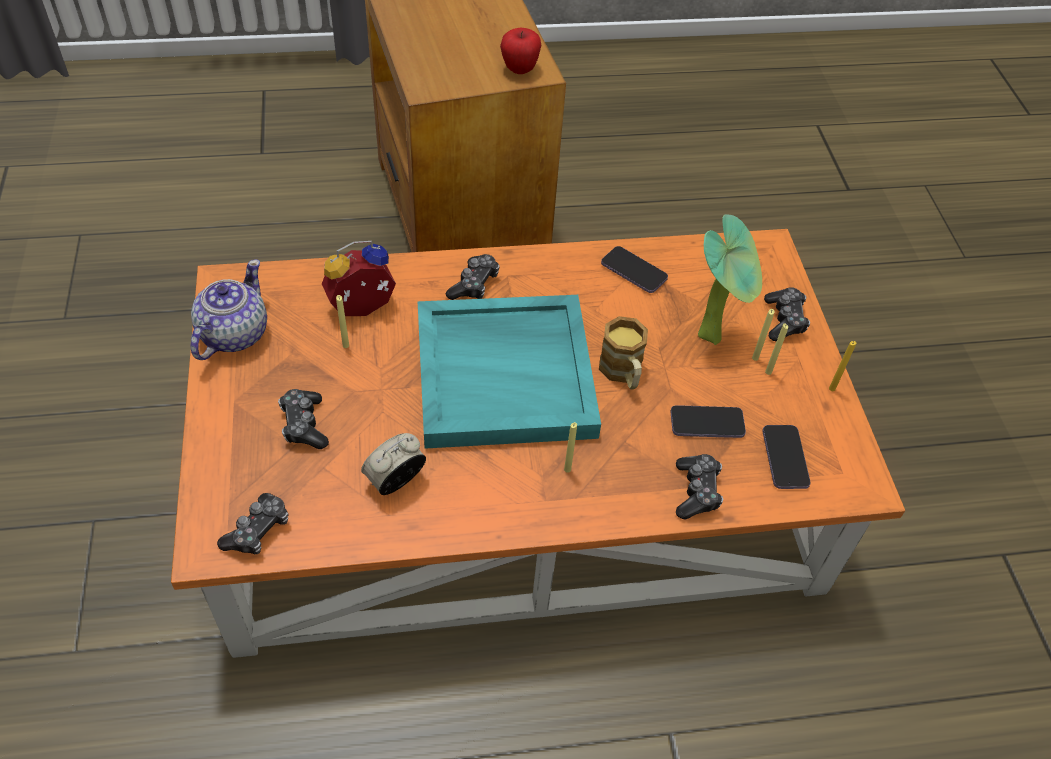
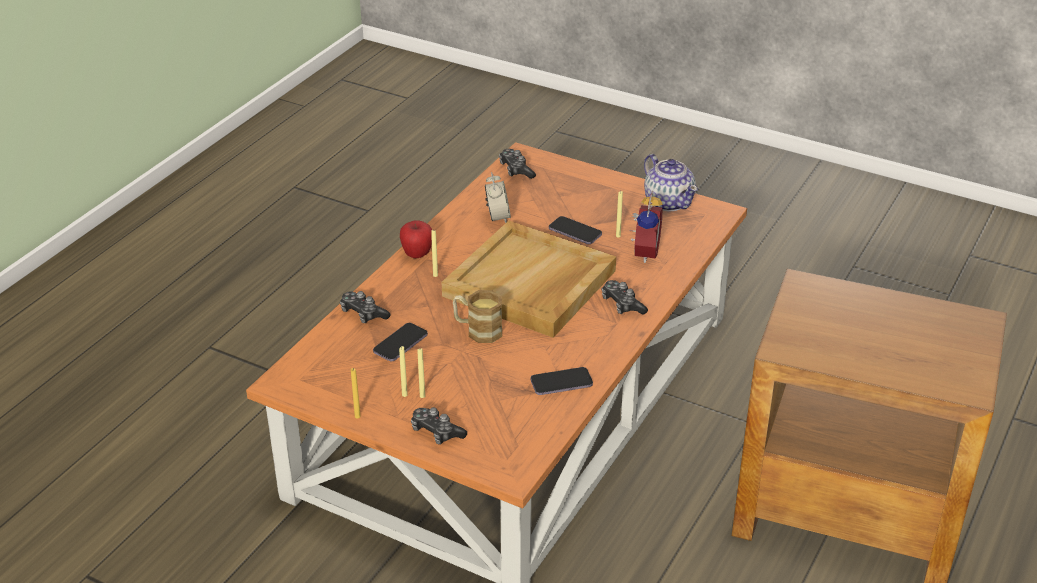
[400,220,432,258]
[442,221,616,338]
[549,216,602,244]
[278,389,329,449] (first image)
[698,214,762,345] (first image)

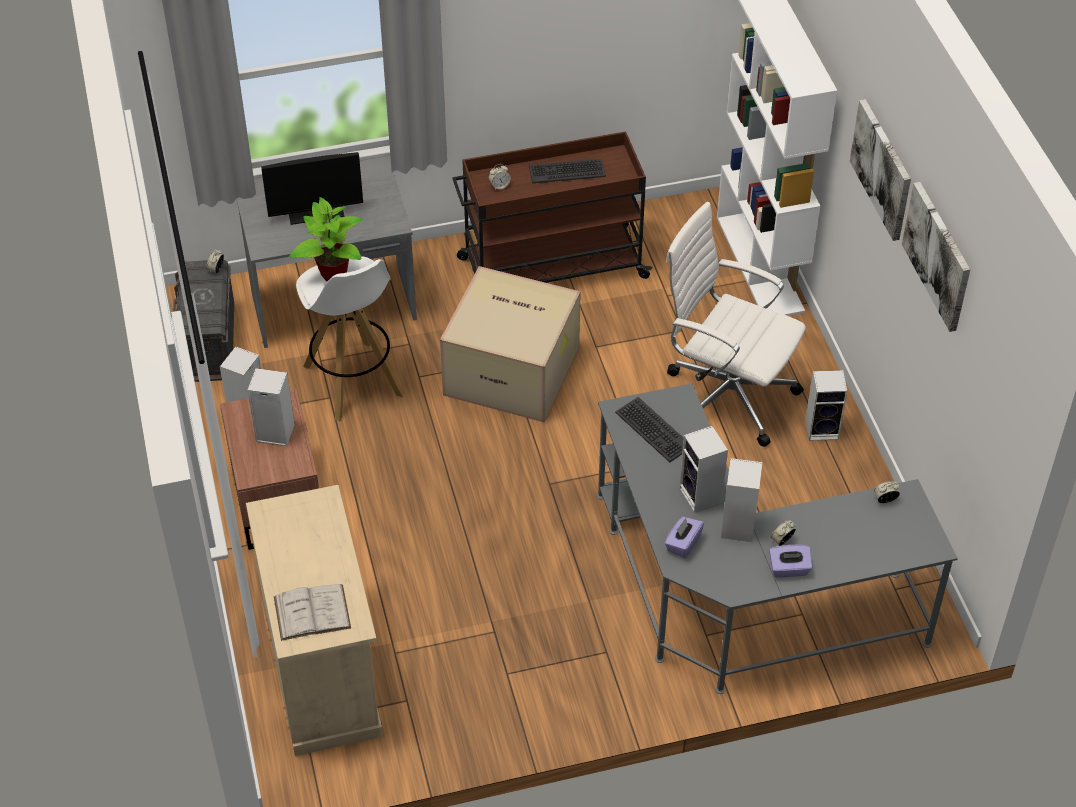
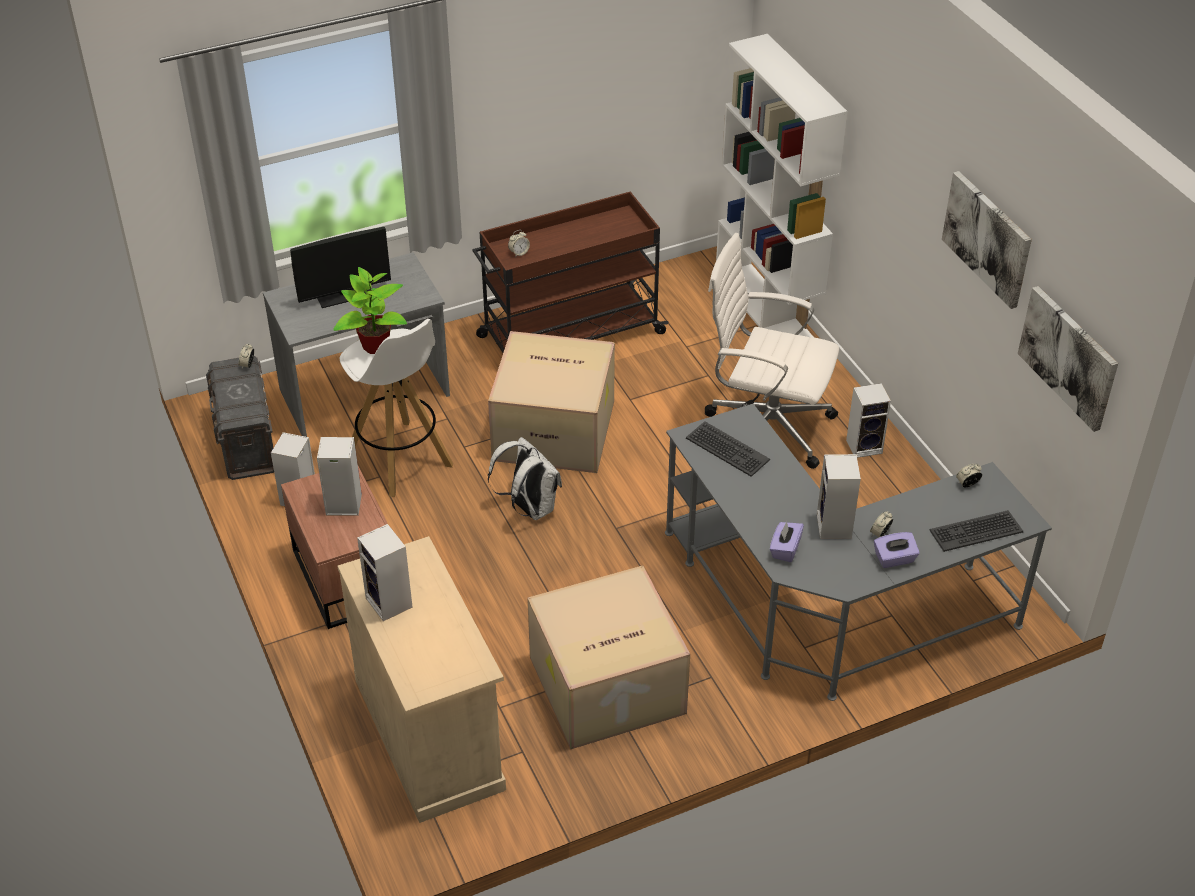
[357,524,413,621]
[488,437,562,520]
[527,565,690,749]
[930,510,1023,552]
[1018,286,1118,432]
[274,584,351,641] (first image)

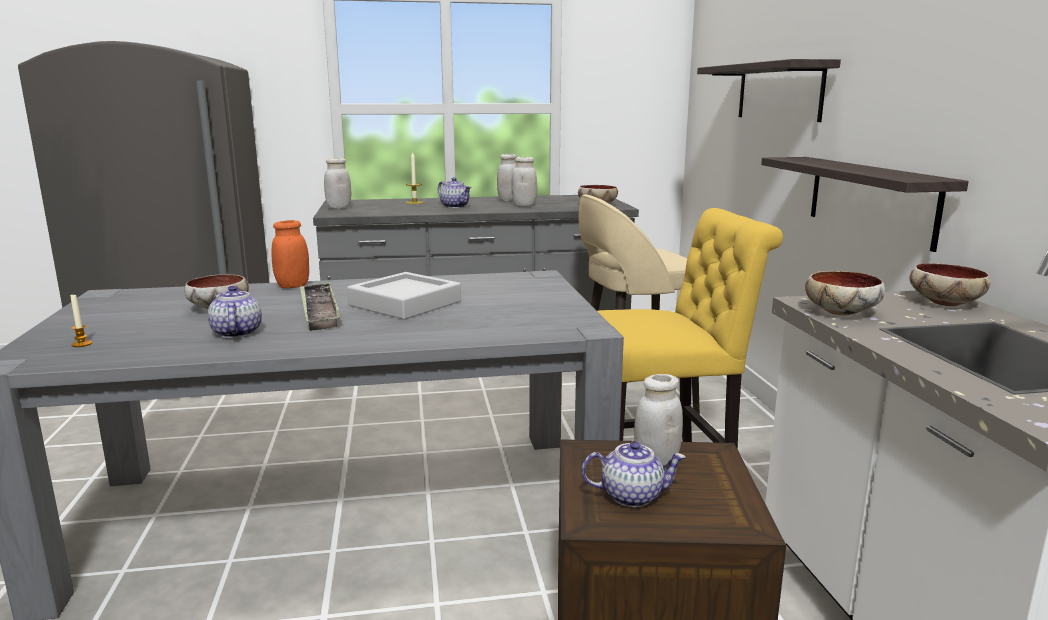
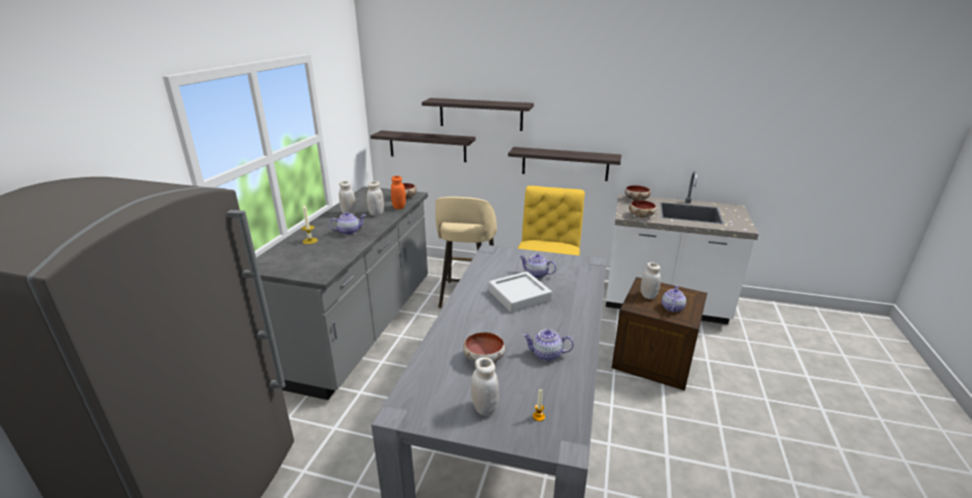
[371,131,475,162]
[391,176,406,209]
[471,357,499,416]
[520,254,556,279]
[300,283,342,331] (first image)

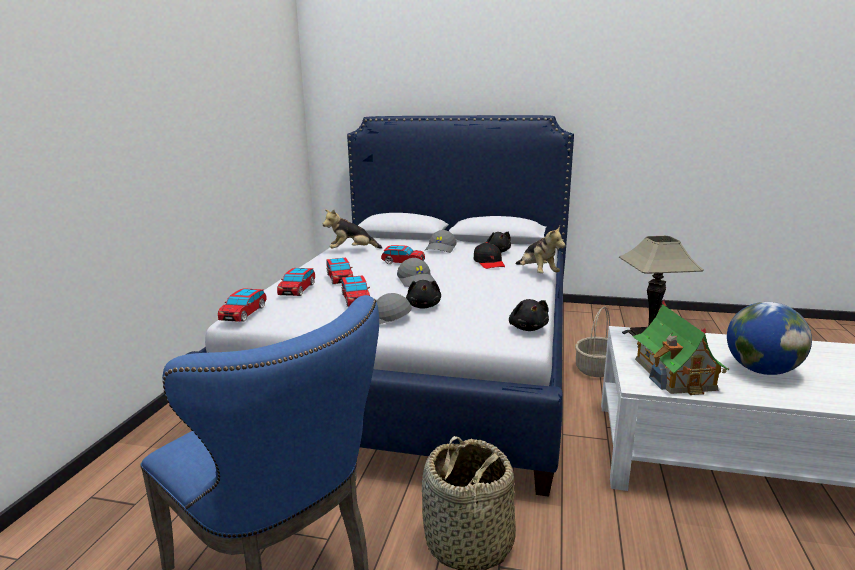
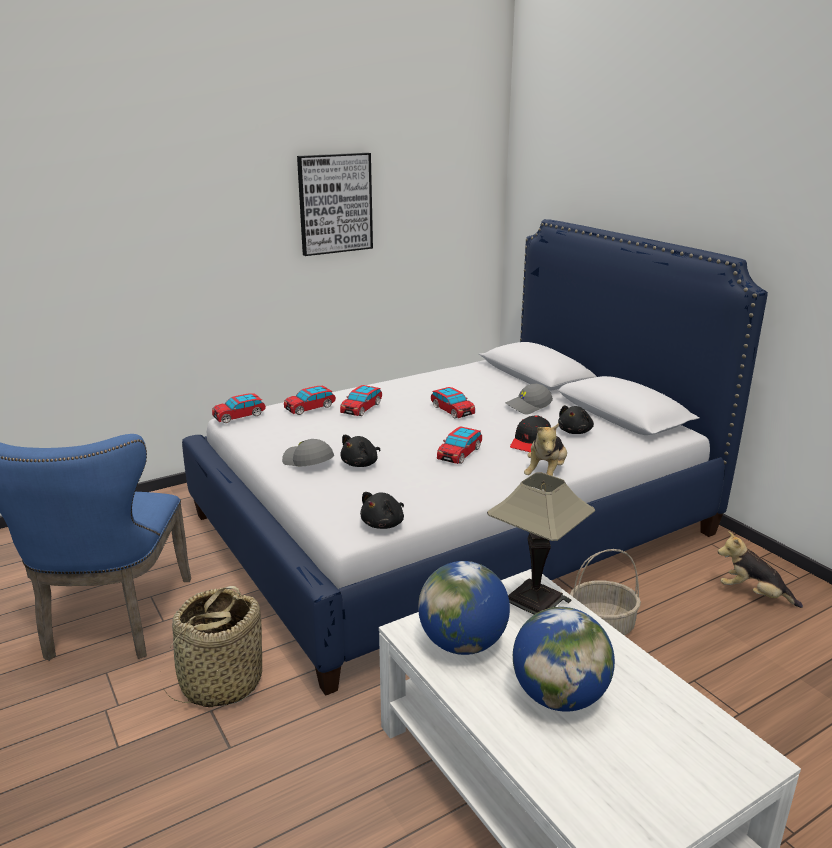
[297,153,373,256]
[418,561,510,655]
[437,426,482,464]
[718,531,803,608]
[397,258,437,287] (first image)

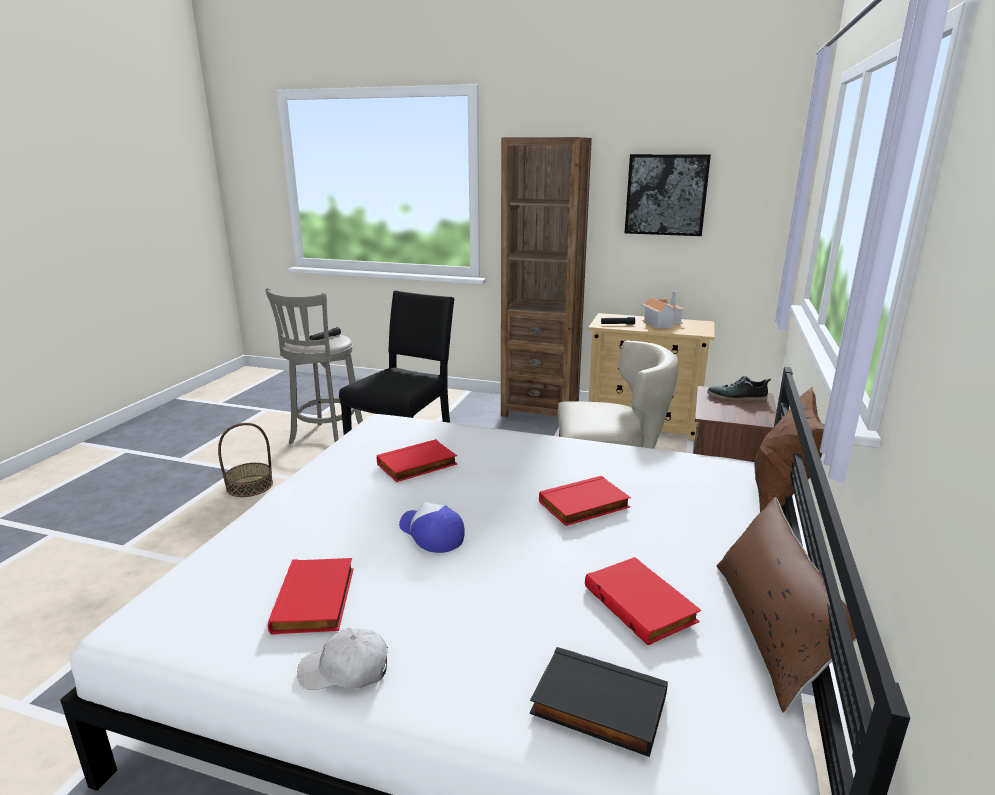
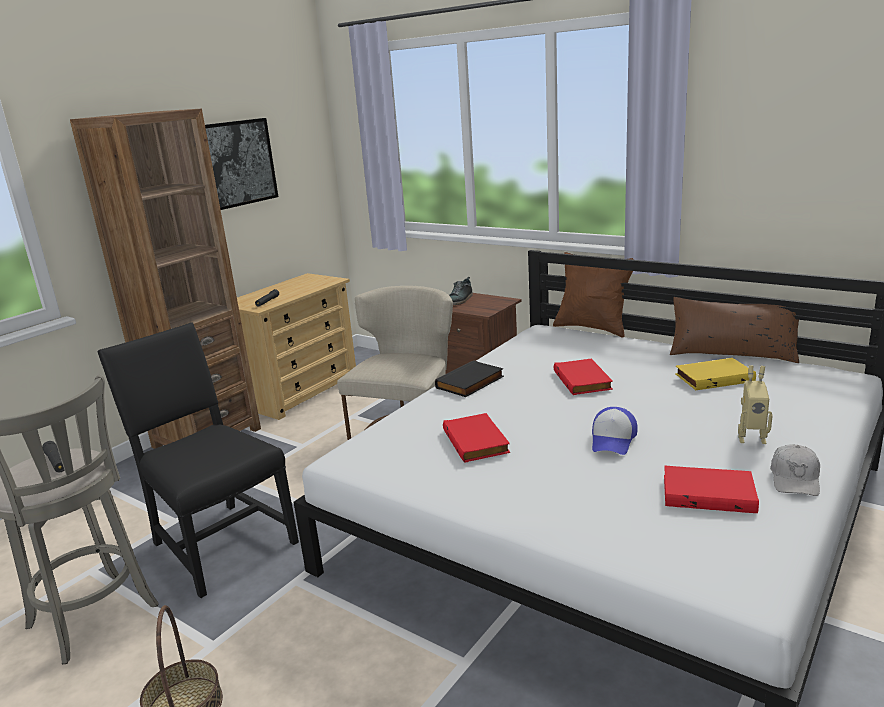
[435,360,504,397]
[592,407,638,455]
[675,358,756,390]
[738,366,773,444]
[642,291,685,329] (first image)

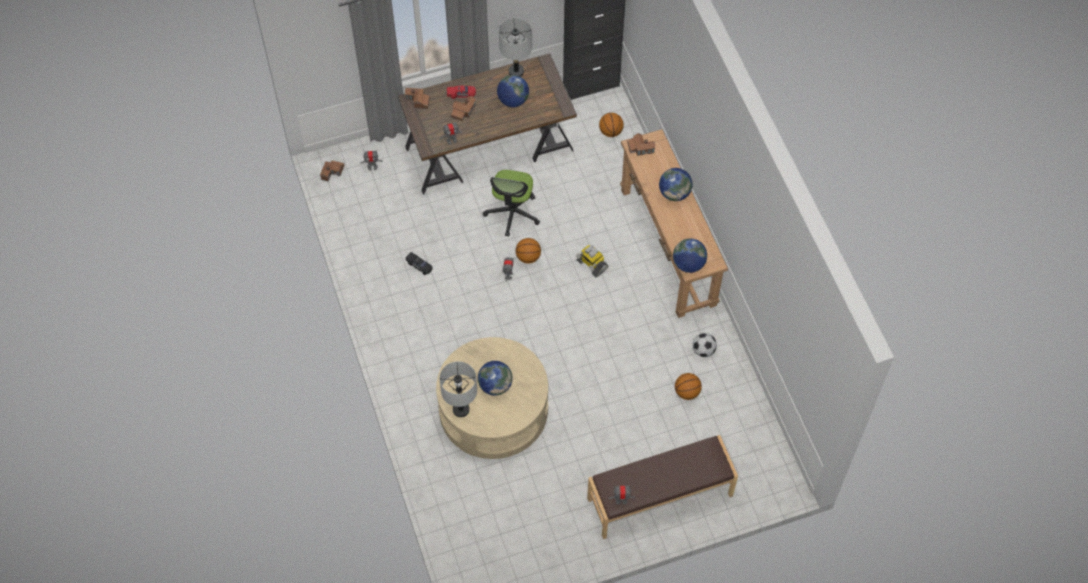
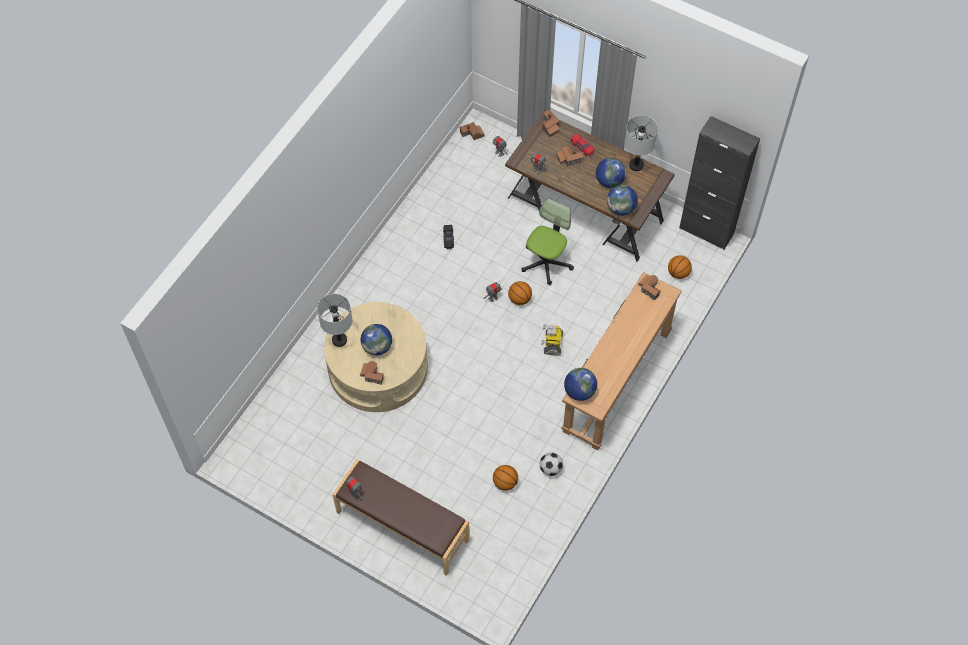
[360,361,384,385]
[521,198,574,285]
[607,185,638,216]

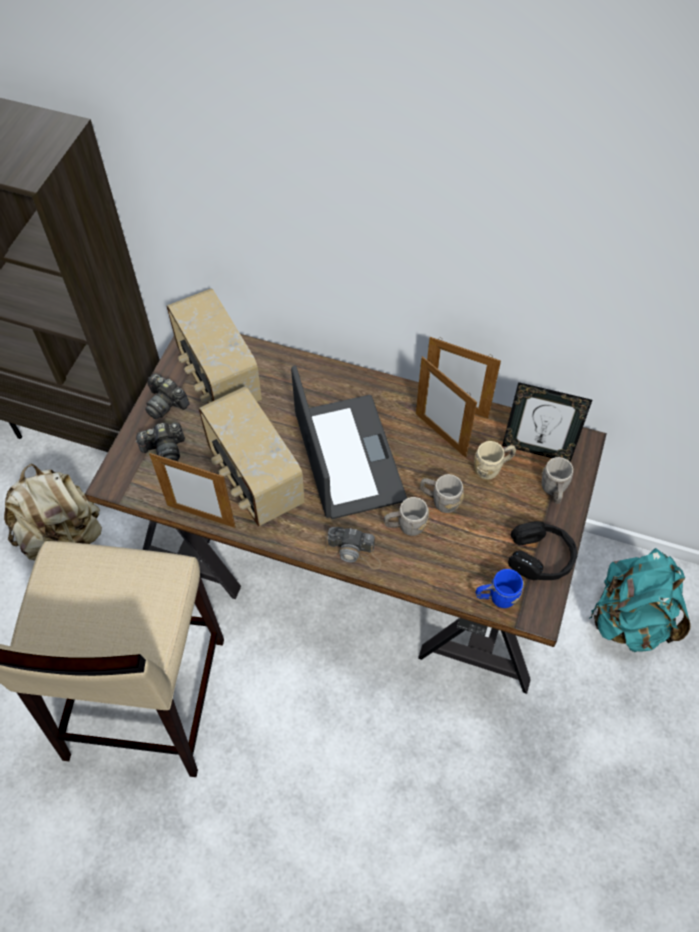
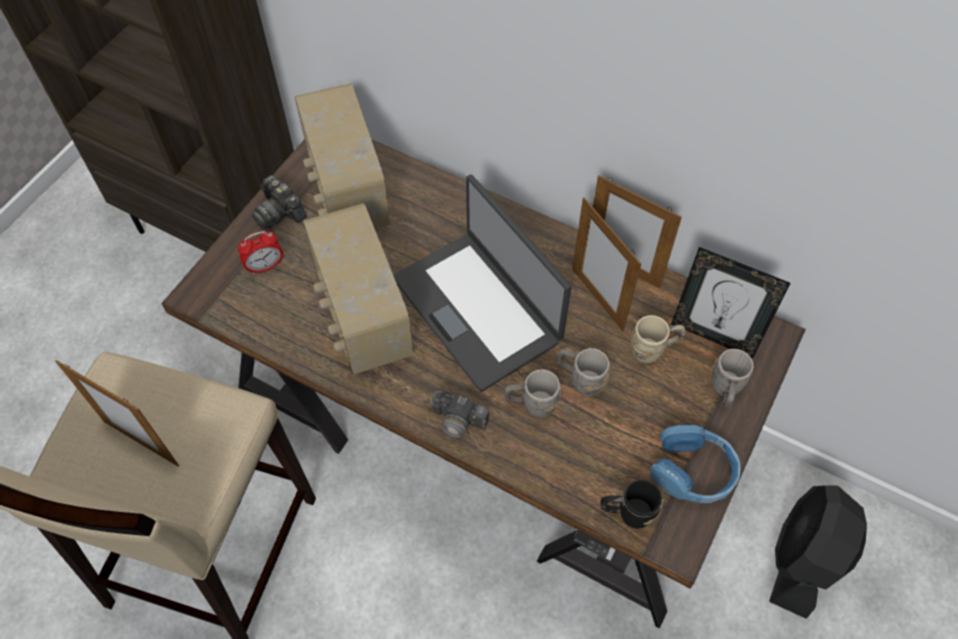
[55,360,179,467]
[238,231,283,275]
[393,175,571,392]
[600,480,664,529]
[650,425,740,503]
[770,485,867,619]
[4,464,102,560] (first image)

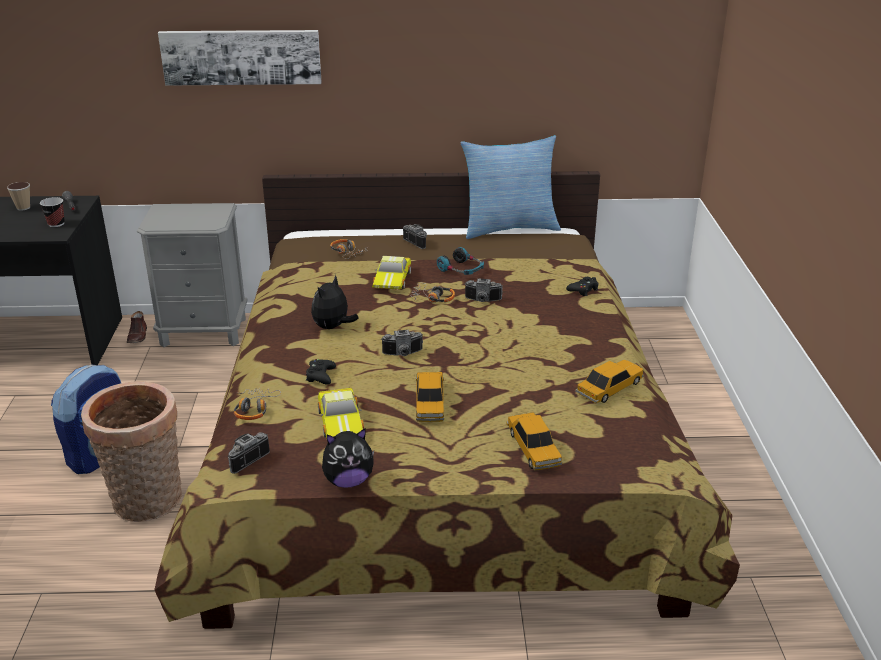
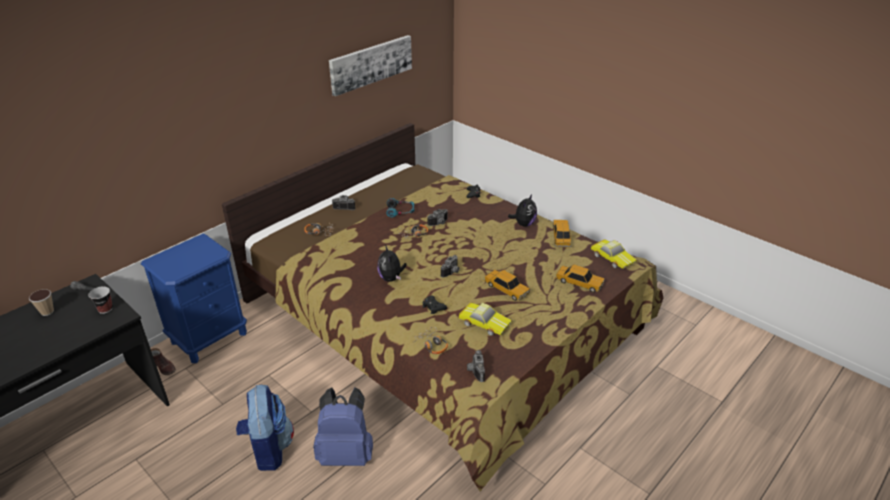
[141,233,247,363]
[313,387,373,466]
[329,35,412,96]
[508,194,537,227]
[591,239,637,269]
[460,135,561,239] (first image)

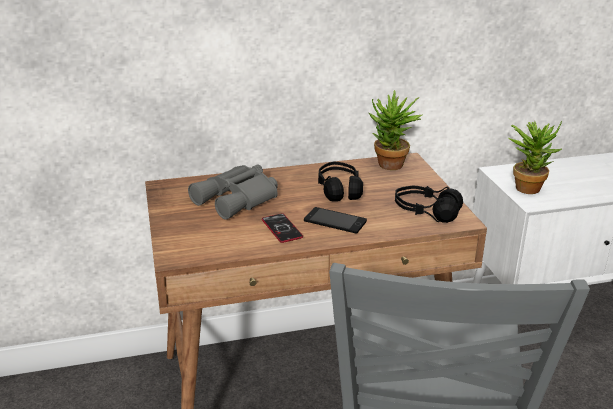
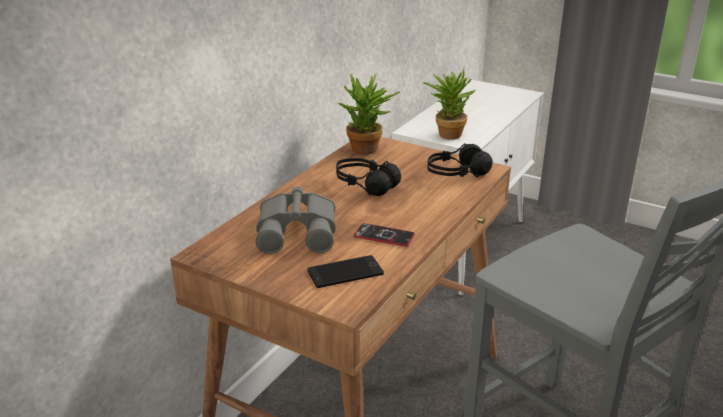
[308,255,384,288]

